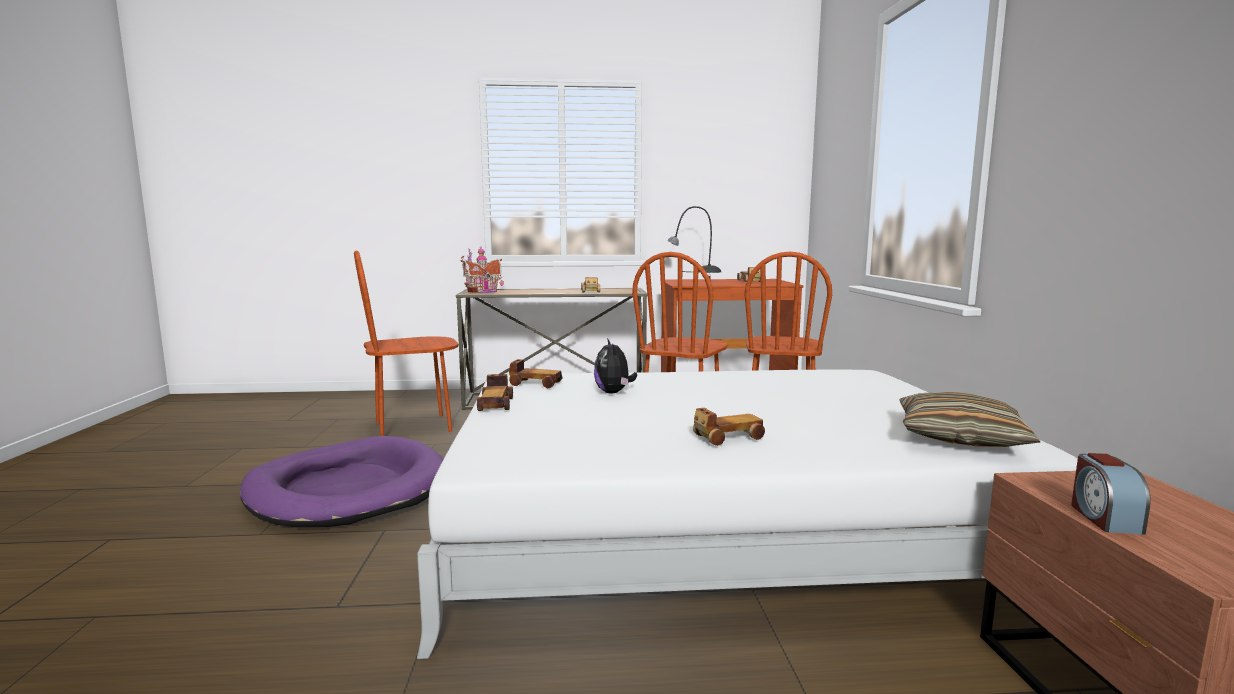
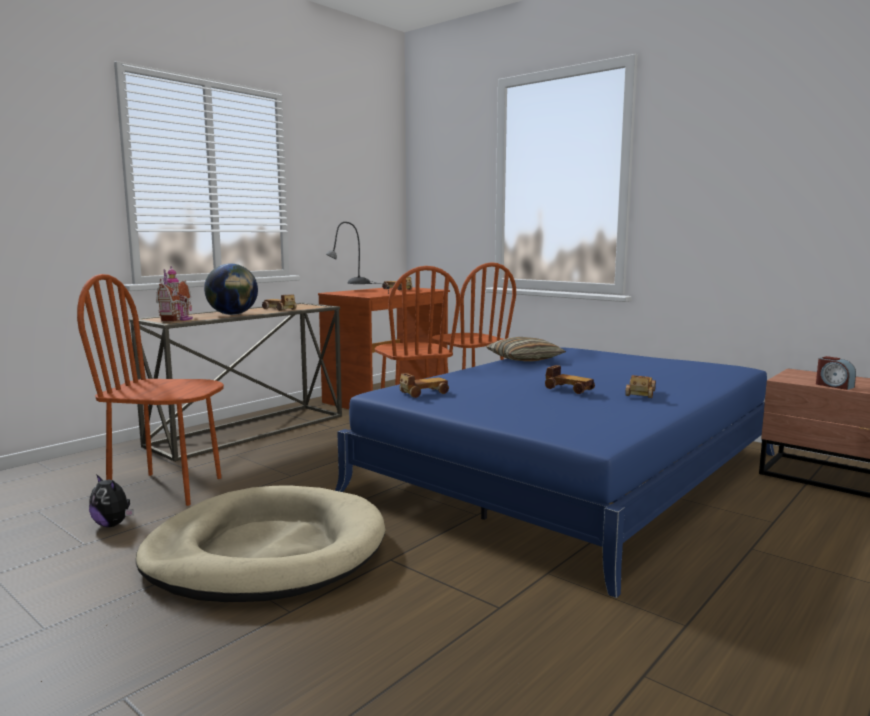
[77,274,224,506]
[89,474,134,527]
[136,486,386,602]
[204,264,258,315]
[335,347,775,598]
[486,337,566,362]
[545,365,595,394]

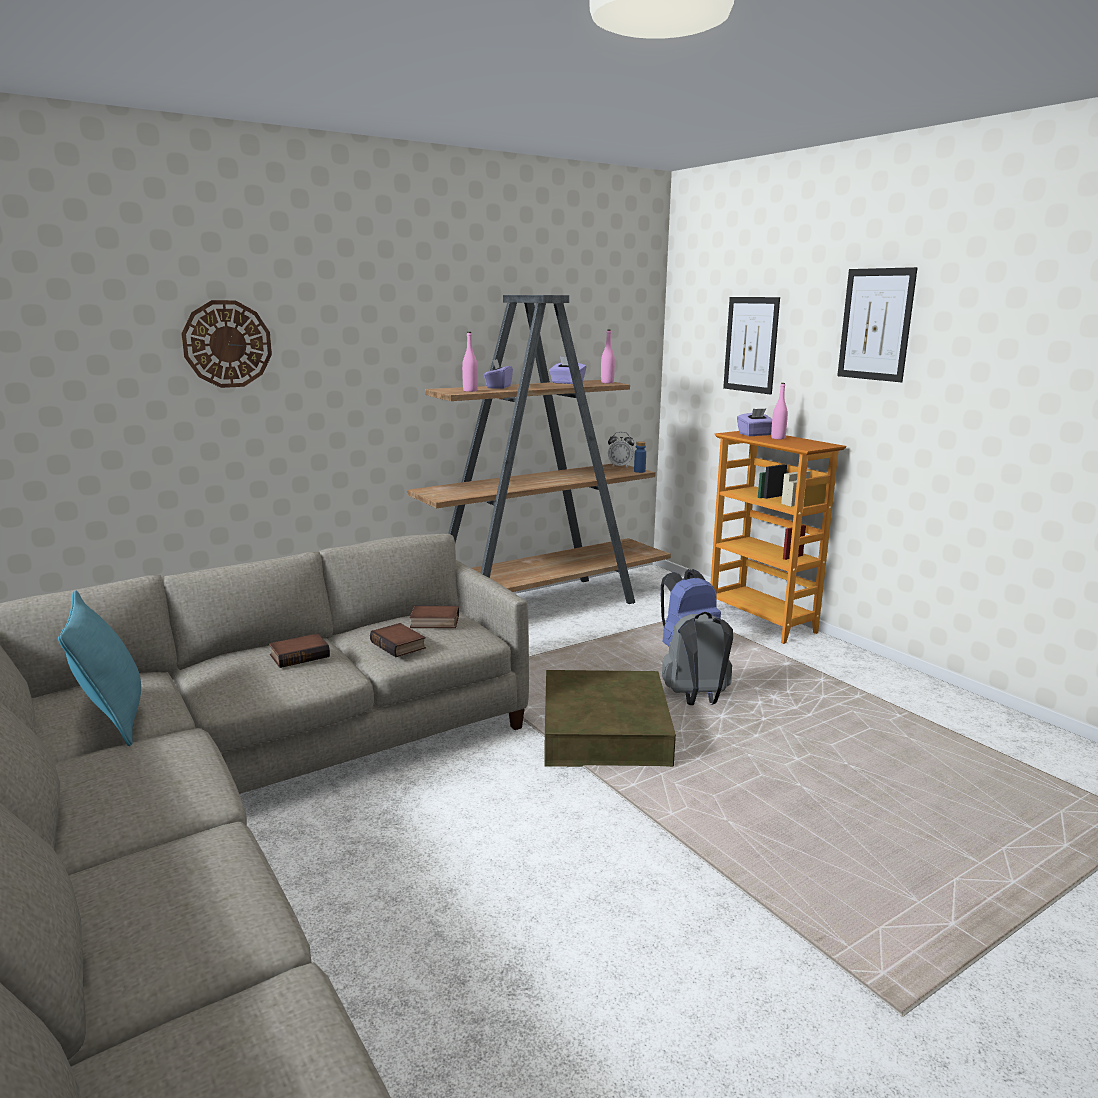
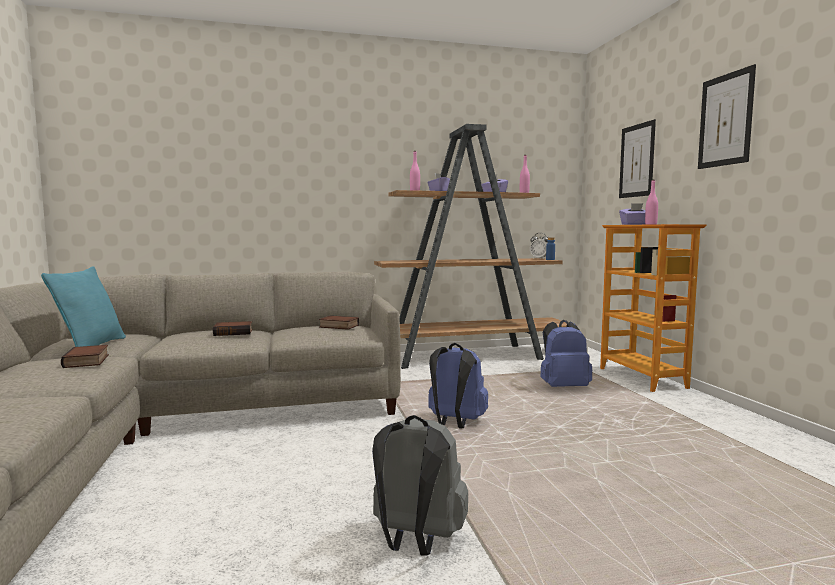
[61,345,109,368]
[372,415,468,555]
[428,343,488,429]
[181,300,272,388] (first image)

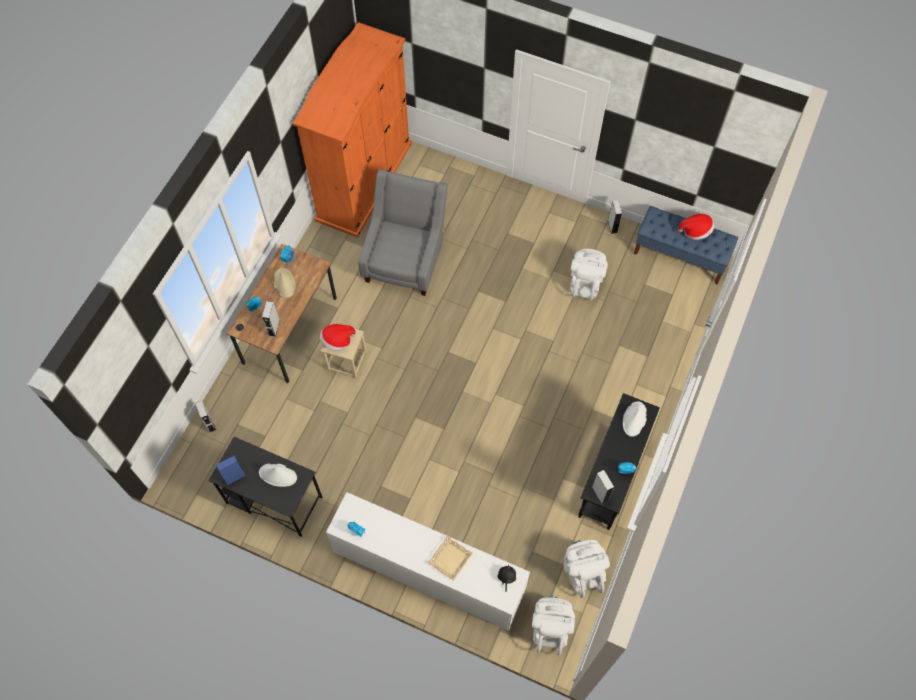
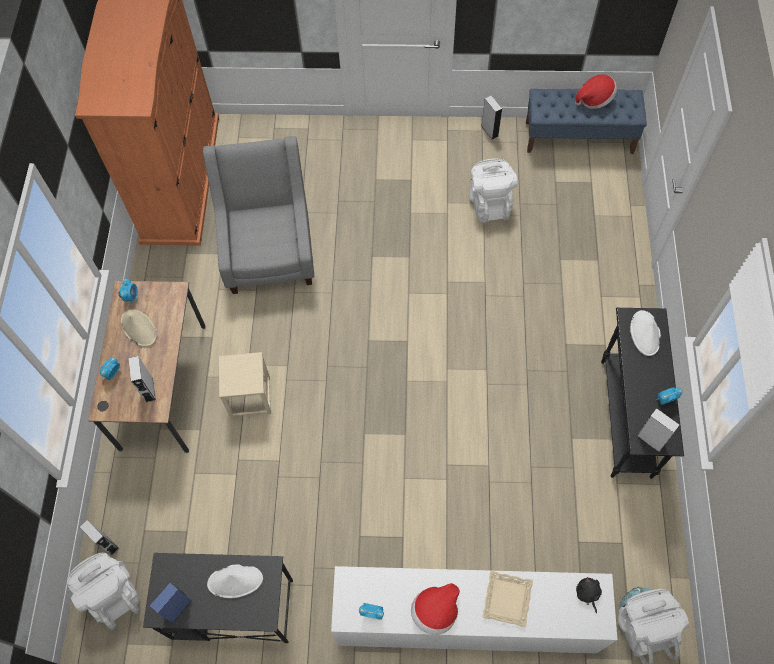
[67,553,140,630]
[411,583,460,635]

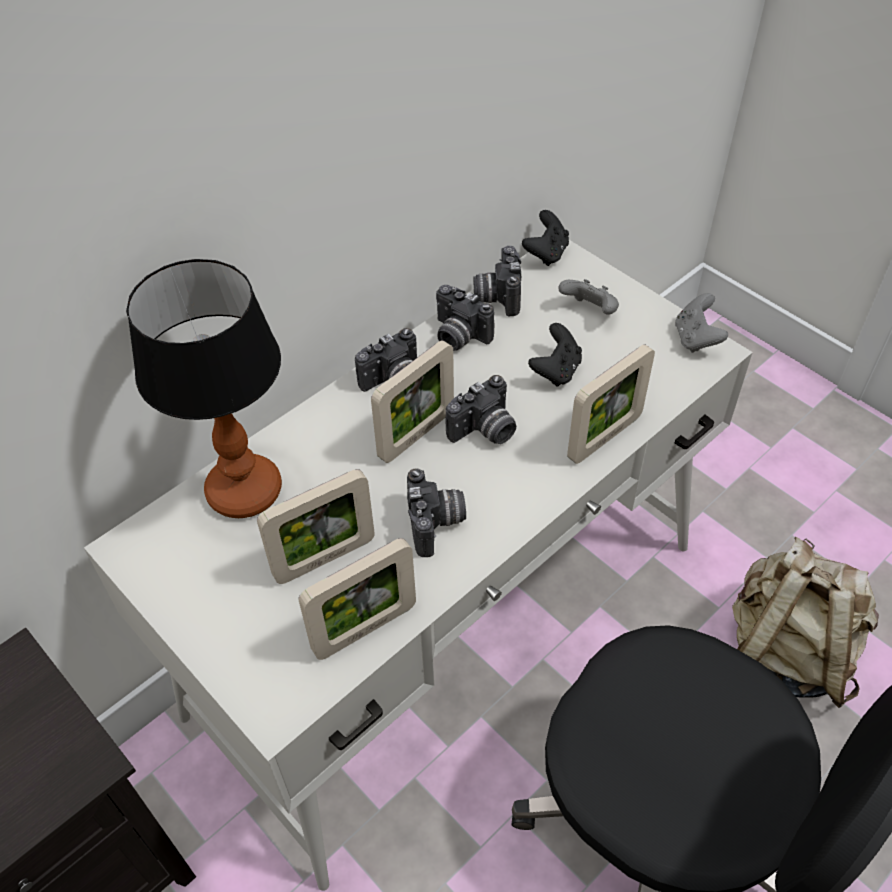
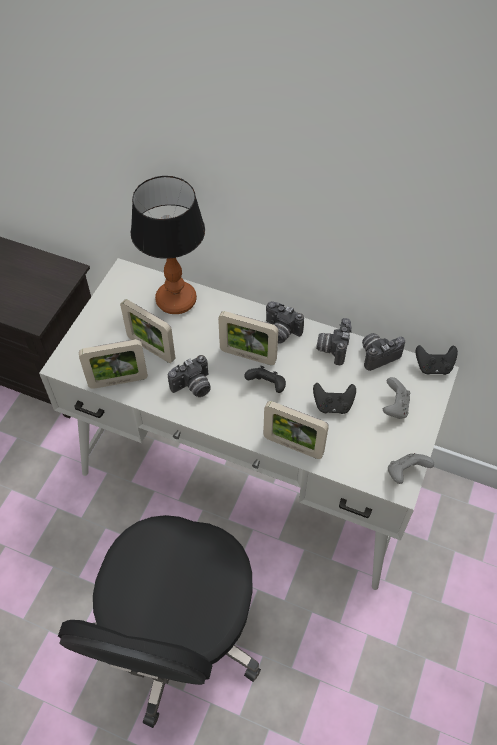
[79,339,148,389]
[244,366,286,393]
[732,537,879,708] (first image)

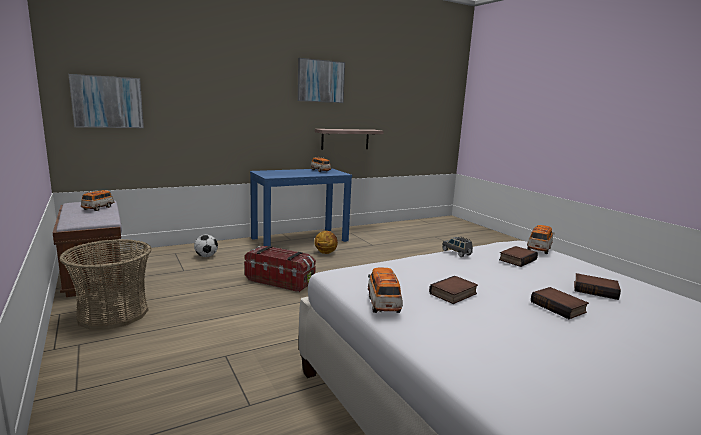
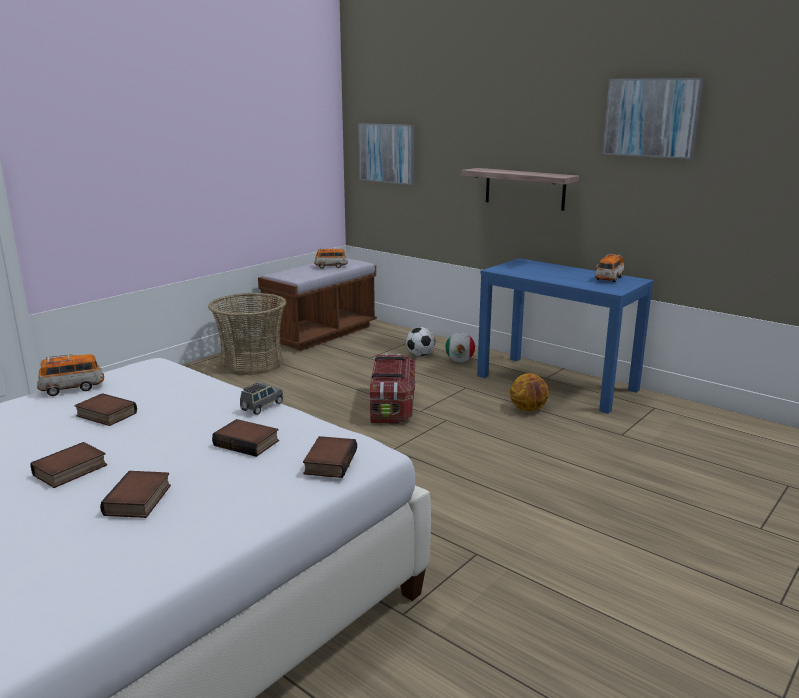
[303,436,357,478]
[445,332,475,362]
[461,168,579,211]

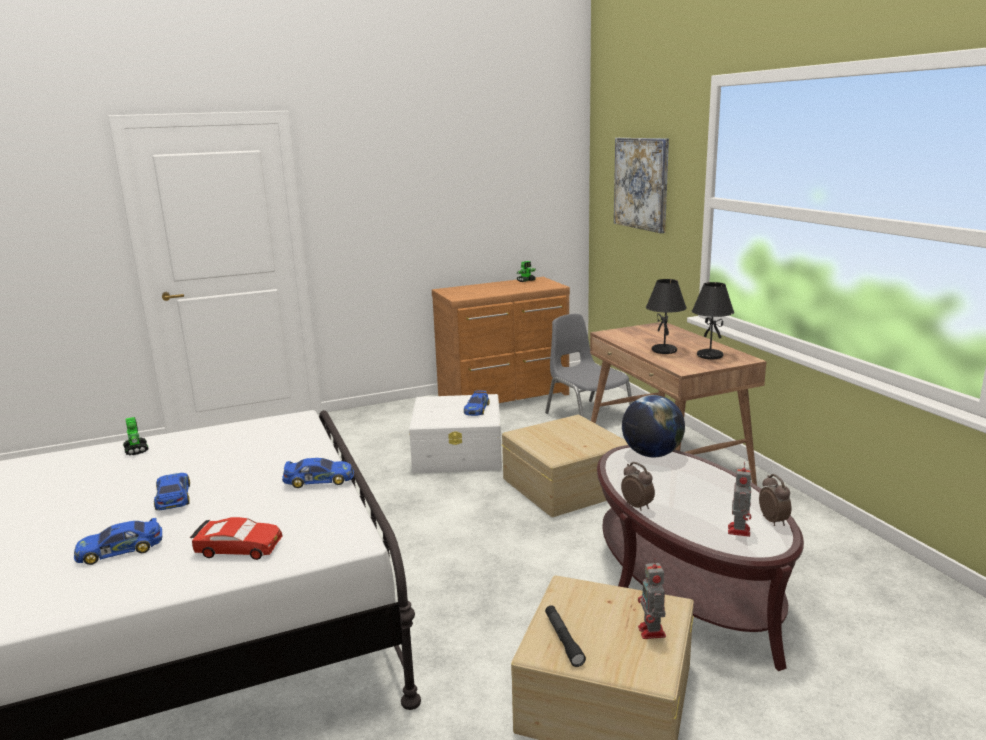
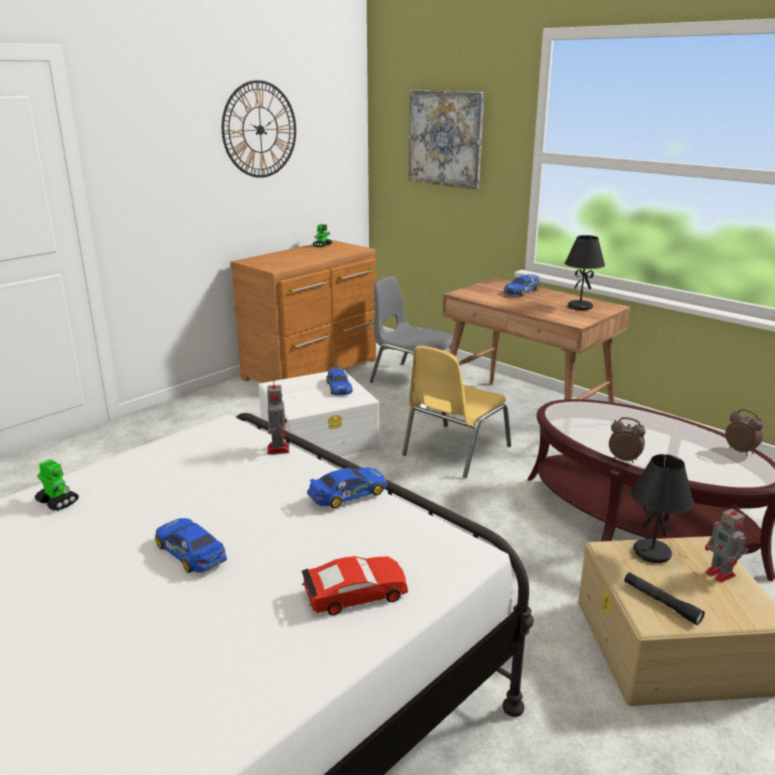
[222,80,296,178]
[267,378,289,455]
[402,346,511,478]
[504,274,540,296]
[631,454,694,563]
[622,395,685,457] (first image)

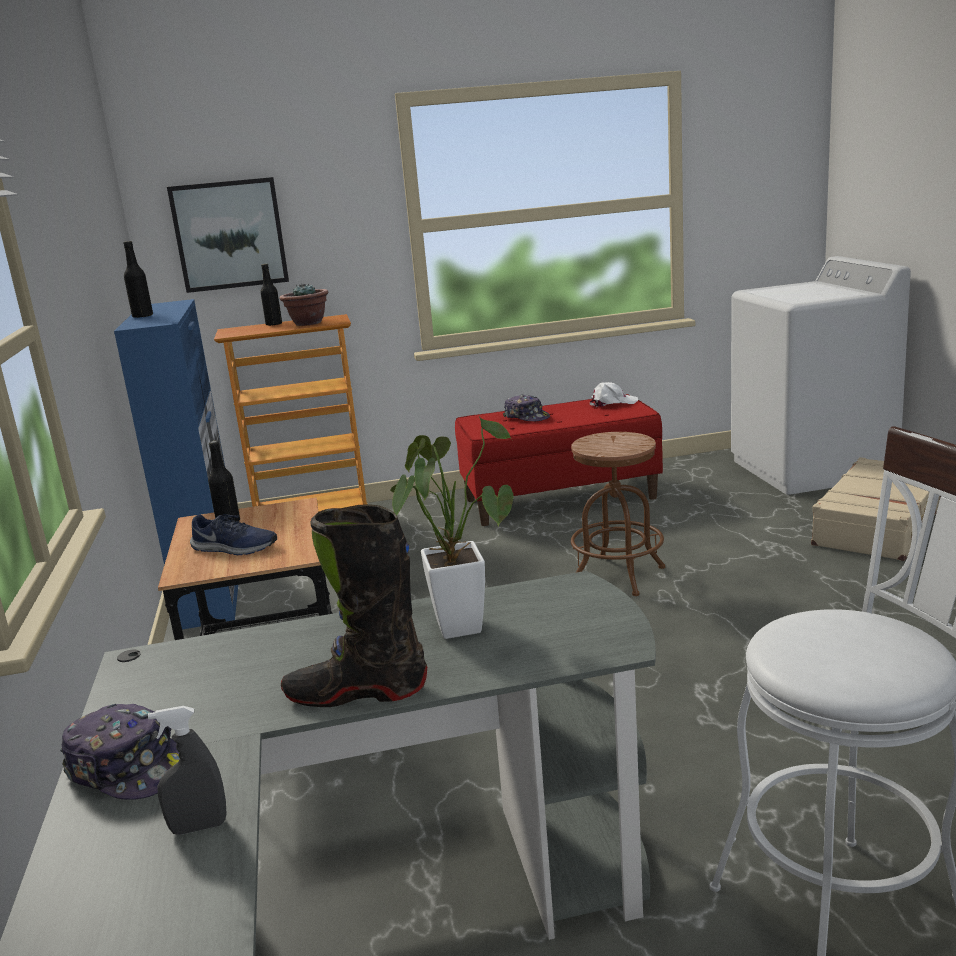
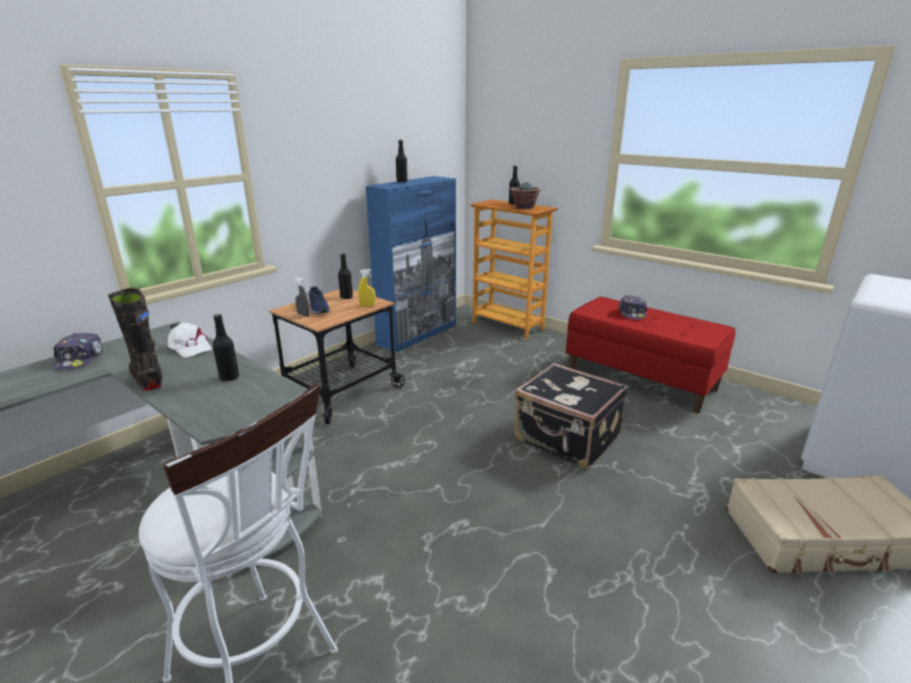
[167,323,212,357]
[213,314,239,382]
[294,276,310,317]
[358,269,376,307]
[515,363,628,469]
[167,177,289,293] (first image)

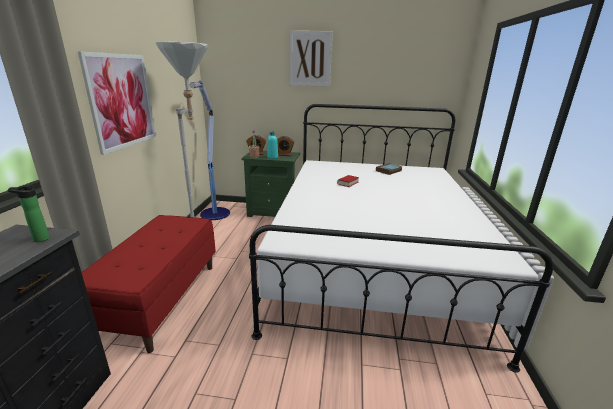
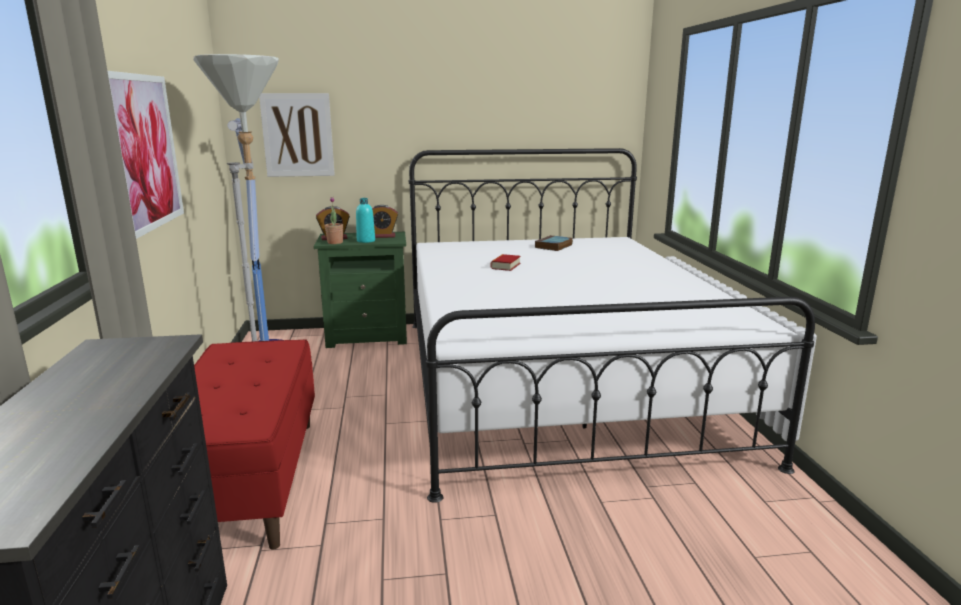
[259,93,335,177]
[8,184,50,242] (first image)

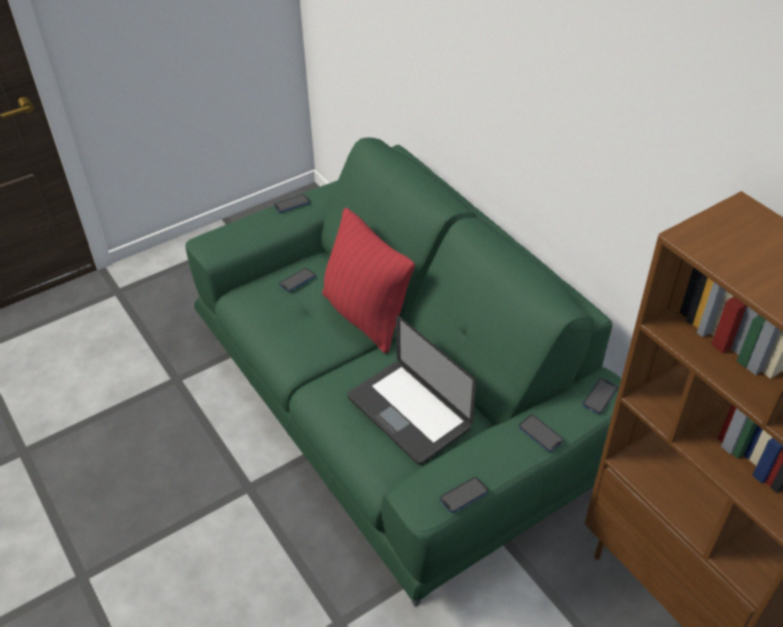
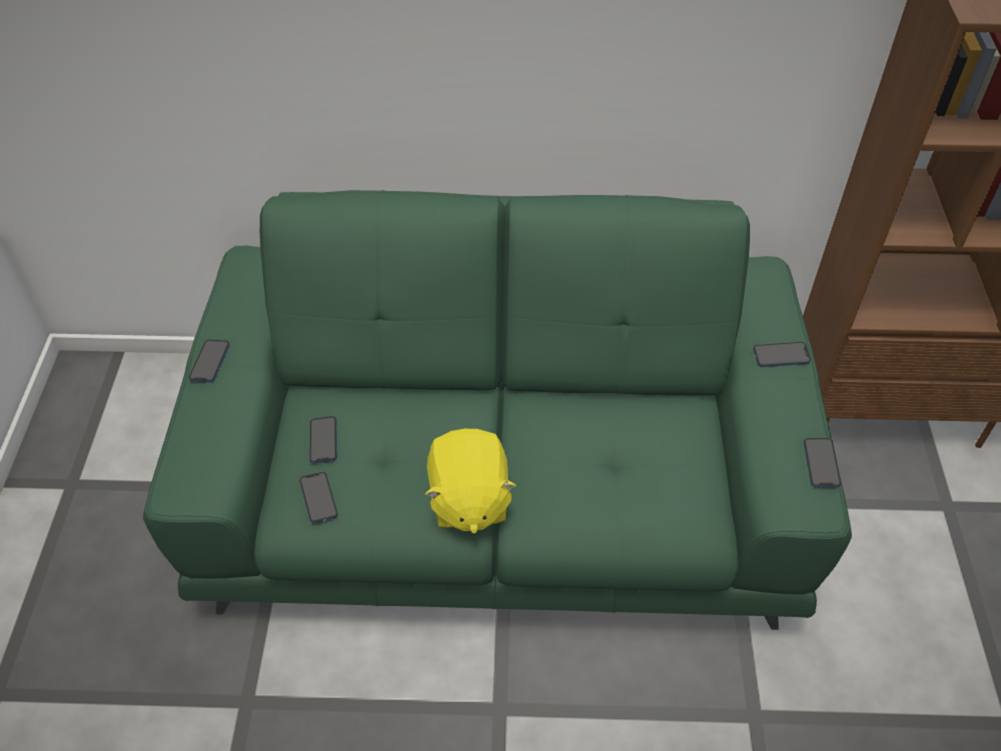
[299,472,338,523]
[425,429,516,534]
[322,207,415,353] (first image)
[347,315,476,465] (first image)

